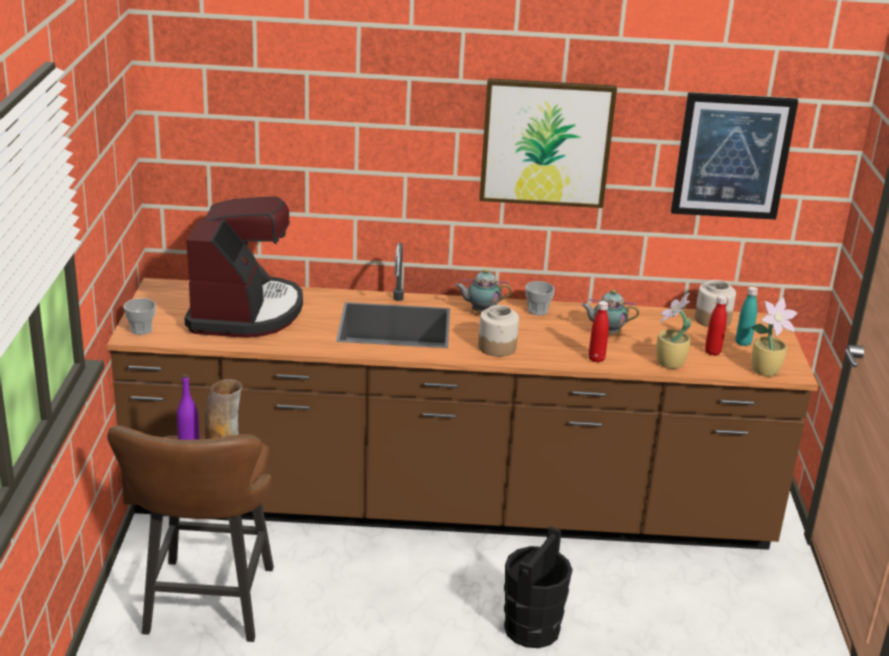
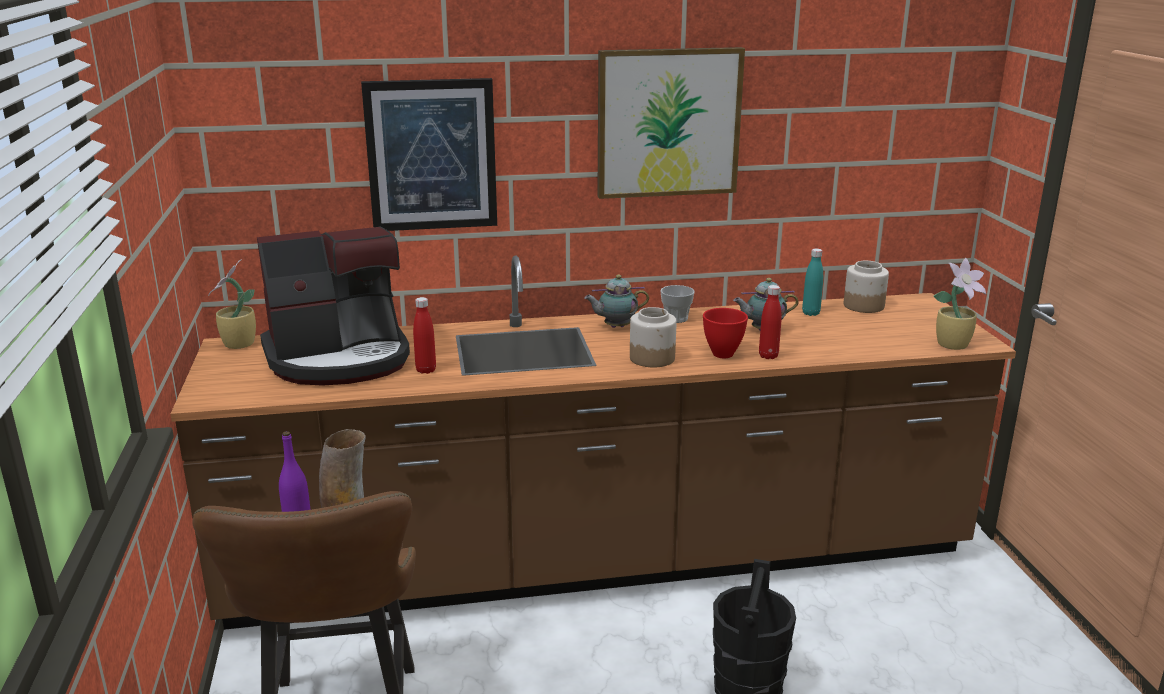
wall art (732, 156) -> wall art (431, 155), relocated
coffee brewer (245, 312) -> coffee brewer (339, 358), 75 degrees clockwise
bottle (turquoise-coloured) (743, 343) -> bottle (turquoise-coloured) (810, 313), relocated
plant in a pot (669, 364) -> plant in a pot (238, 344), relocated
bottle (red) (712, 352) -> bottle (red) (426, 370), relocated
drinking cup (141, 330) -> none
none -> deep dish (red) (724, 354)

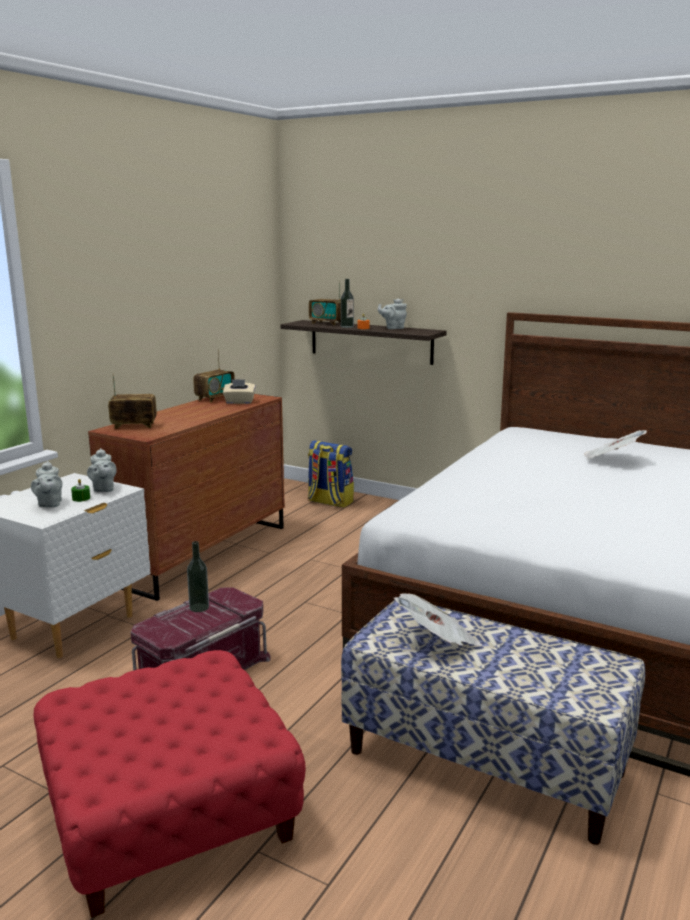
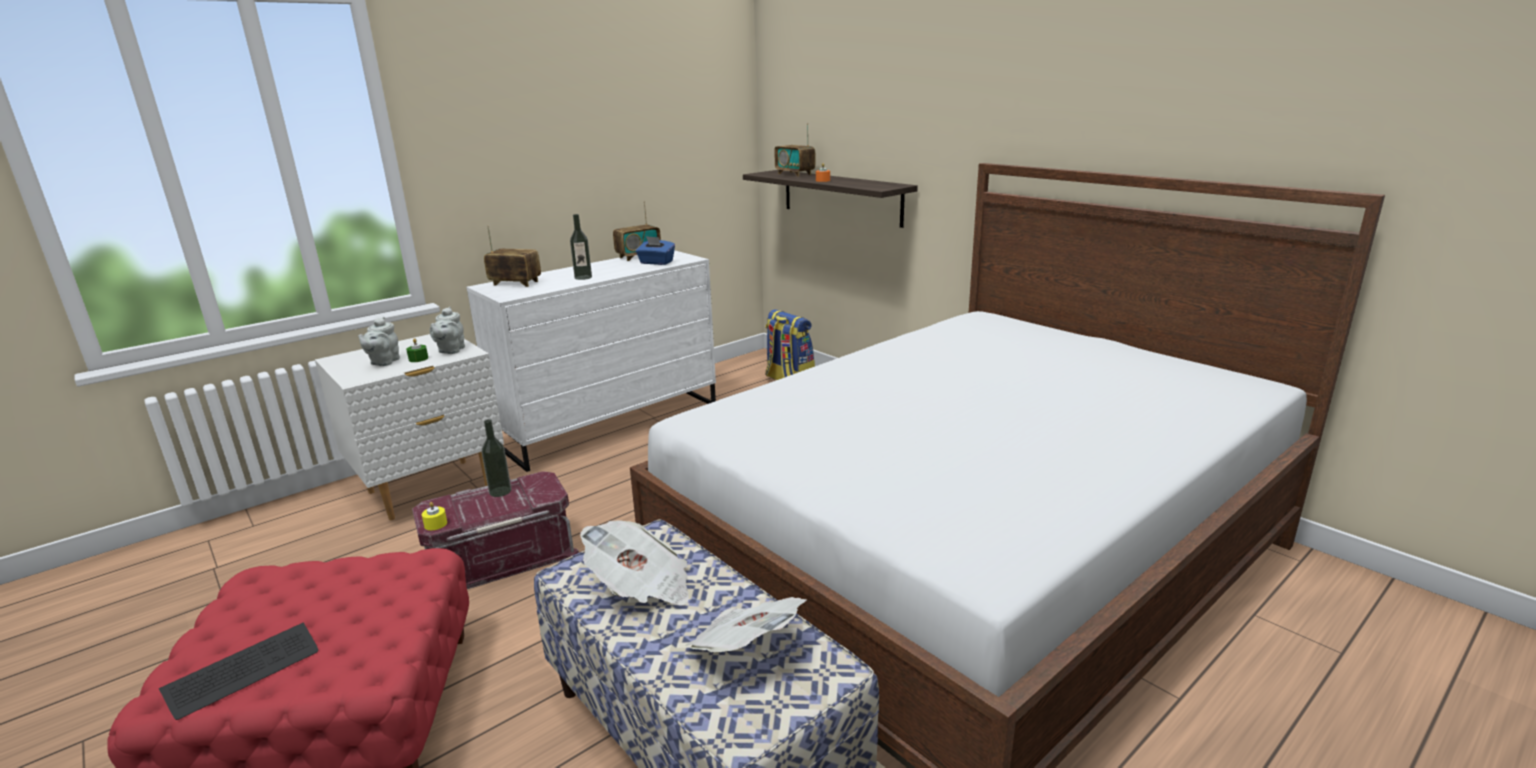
bottle (347, 327) -> bottle (583, 277), relocated
teapot (greyish) (393, 328) -> none
box of tissues (sand-coloured) (239, 402) -> box of tissues (blue) (656, 262)
drawer chest (brownish) (200, 553) -> drawer chest (white-coloured) (610, 424)
printed paper (611, 459) -> printed paper (746, 648), relocated
none -> candle (yellow-coloured) (435, 524)
none -> PC keyboard (243, 671)

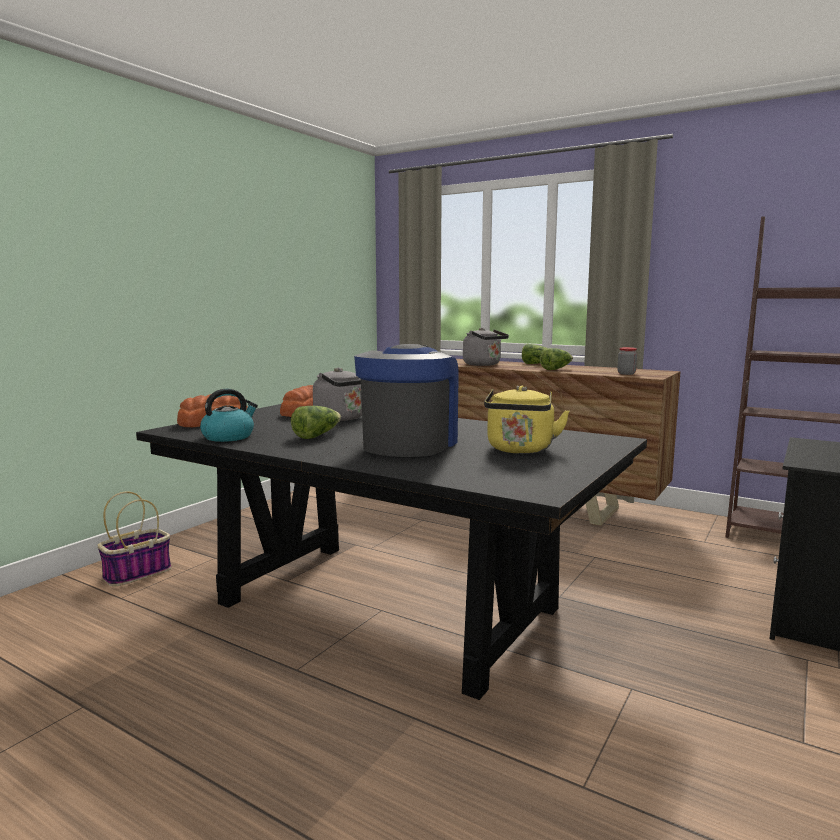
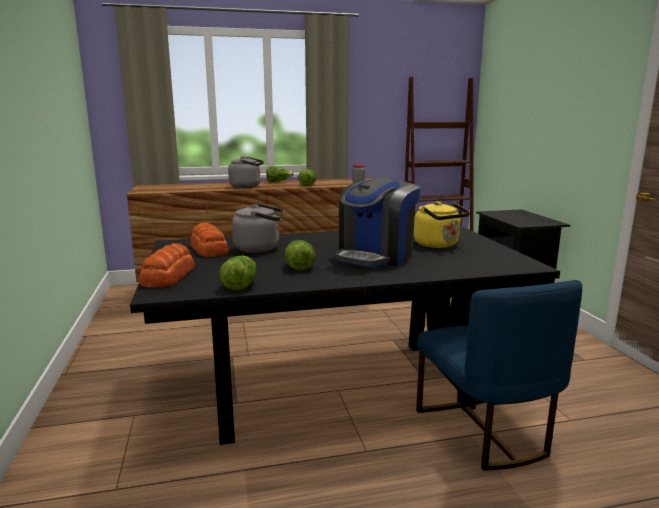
coffee brewer (409, 444) -> coffee brewer (375, 256), 120 degrees counterclockwise
tea kettle (229, 437) -> head of lettuce (240, 284)
storage basket (138, 573) -> none
none -> chair (blue) (485, 431)

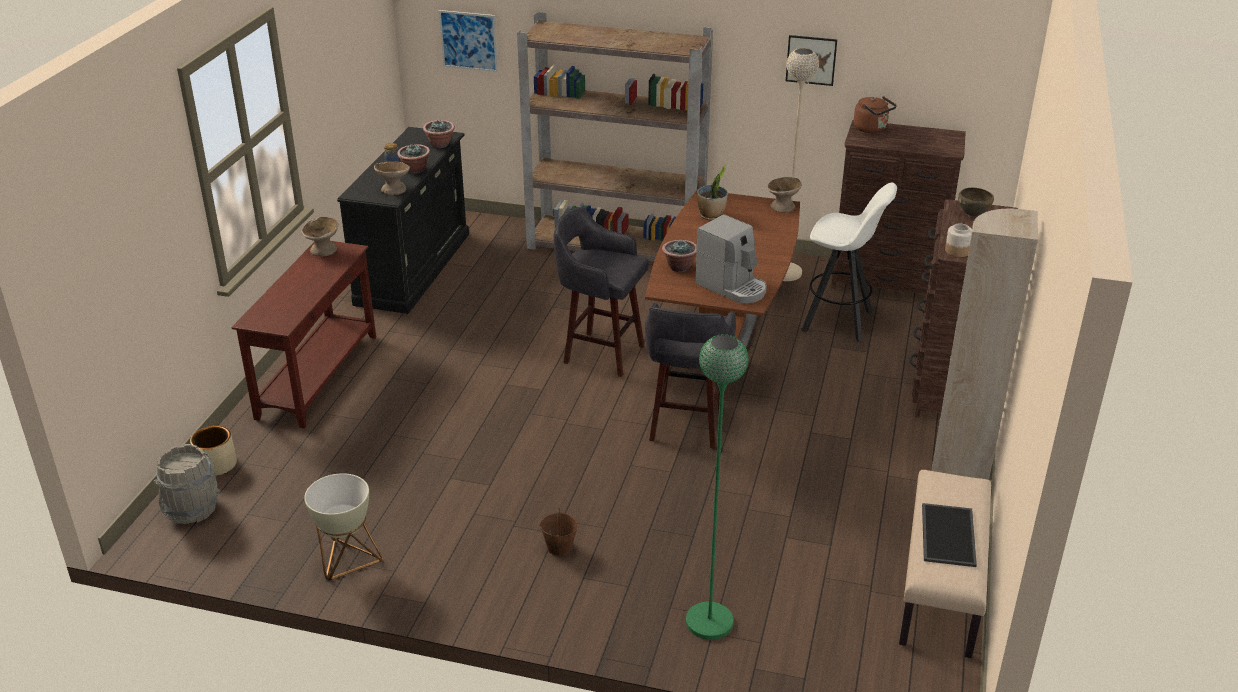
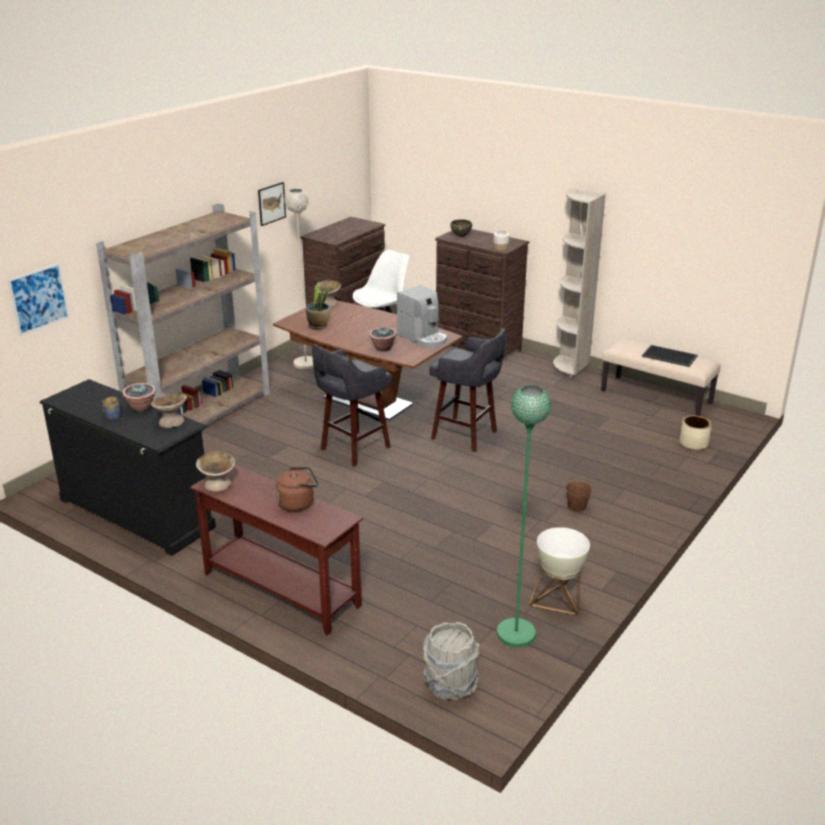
tea kettle (brownish) (872, 129) -> tea kettle (brownish) (298, 503), relocated
plant in a pot (440, 144) -> none
coffee brewer (732, 287) -> coffee brewer (423, 338), 75 degrees clockwise
standard lamp (green-coloured) (708, 622) -> standard lamp (green-coloured) (515, 634), relocated
planter (sand-coloured) (216, 465) -> planter (sand-coloured) (693, 444), relocated

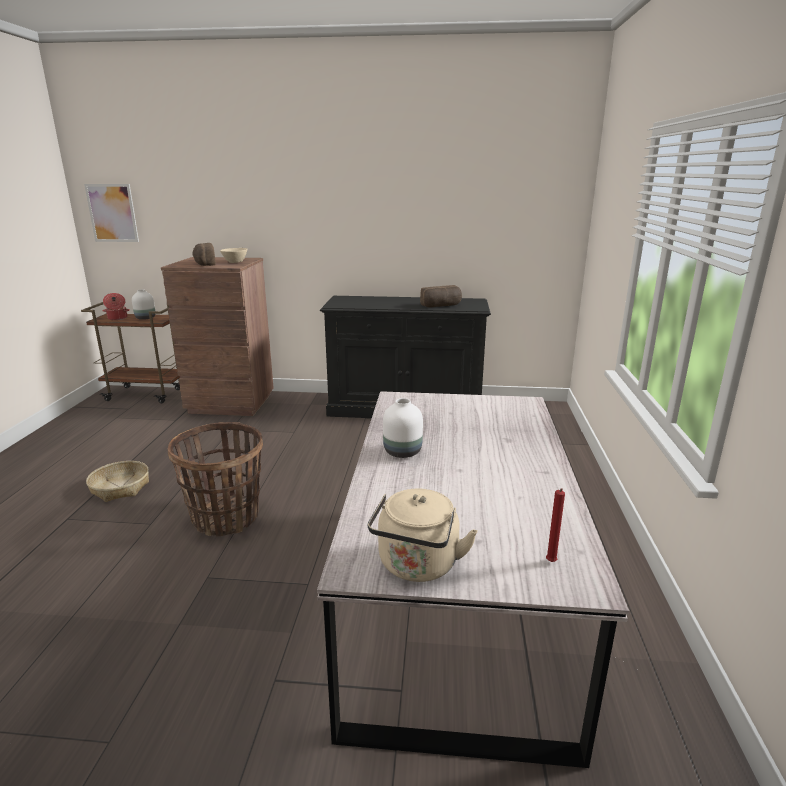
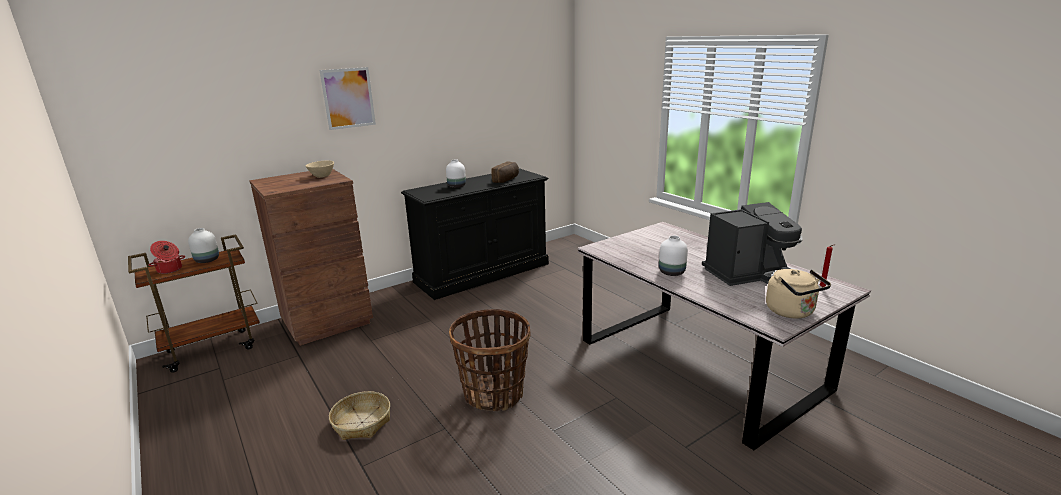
wall art (112, 213) -> wall art (348, 98), relocated
bakery bread (204, 263) -> none
none -> decorative vase (white-coloured) (456, 186)
none -> coffee brewer (749, 274)

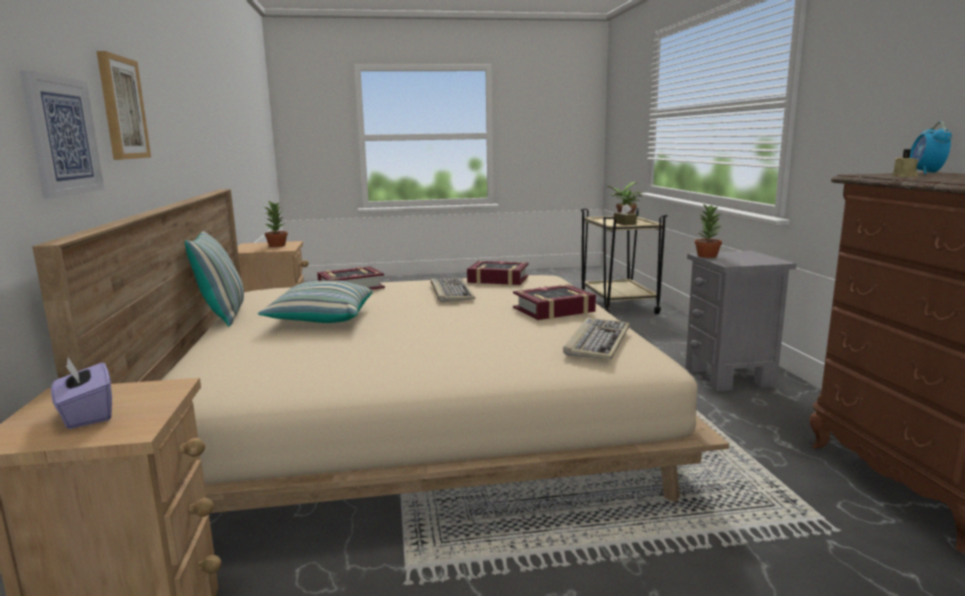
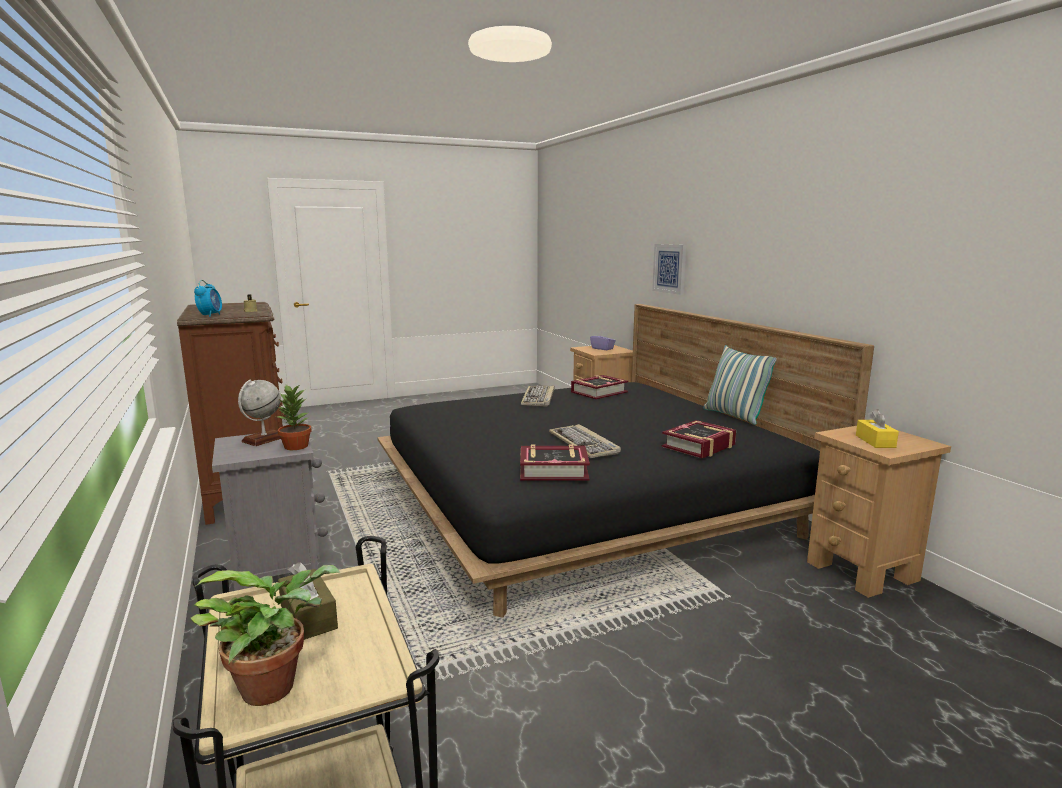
wall art (121, 108) -> none
sleeping bed (sand-coloured) (418, 418) -> sleeping bed (blackish) (583, 503)
plant in a pot (277, 245) -> box of tissues (yellow-coloured) (875, 441)
cushion (321, 319) -> none
book (554, 310) -> book (598, 392), relocated
PC keyboard (597, 341) -> PC keyboard (539, 398), relocated
none -> globe (264, 439)

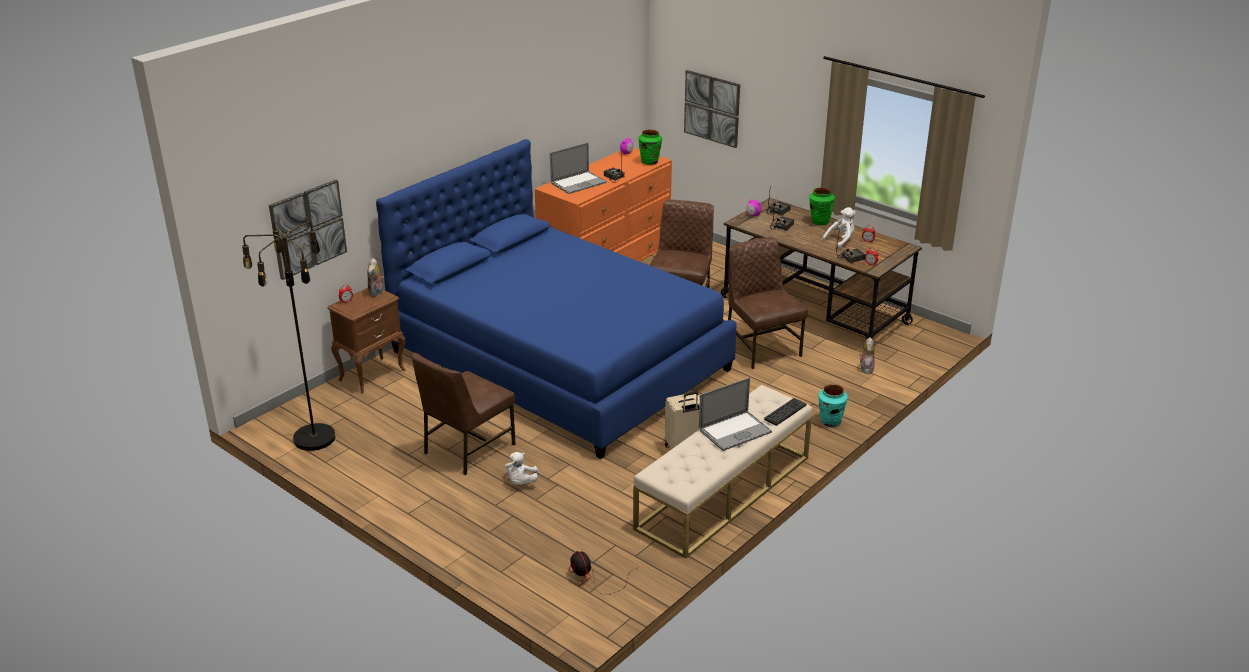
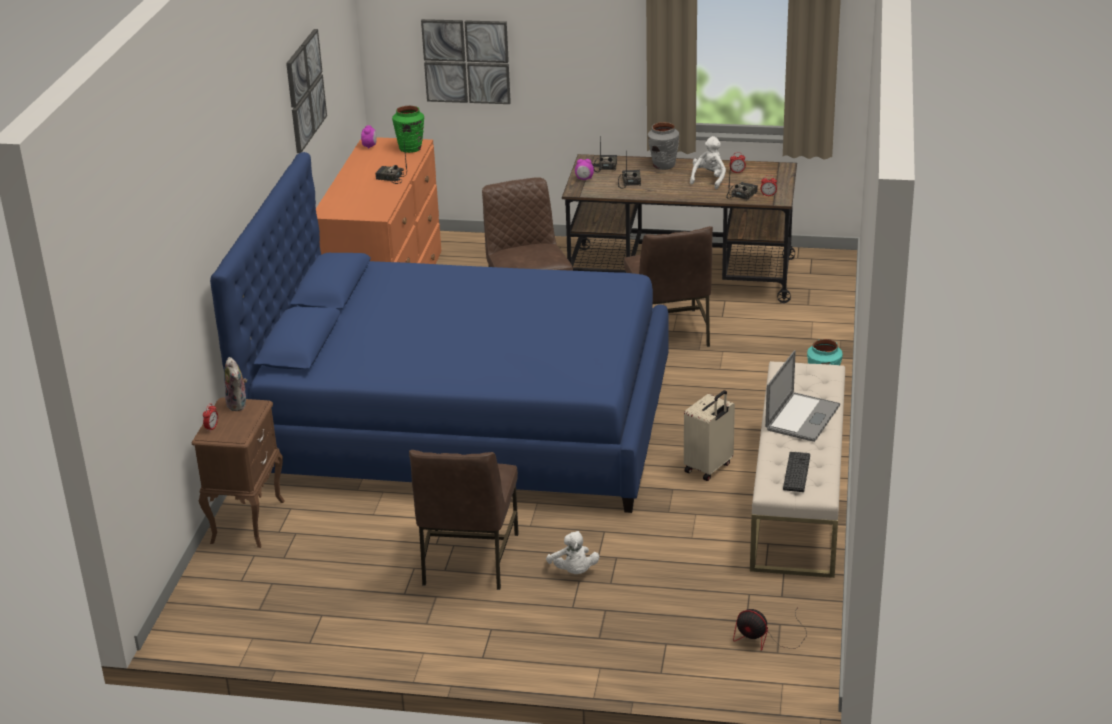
portable computer (578, 183) -> none
wall art (308, 228) -> wall art (305, 90), relocated
decorative vase (green-coloured) (820, 222) -> decorative vase (greyish) (663, 165)
standard lamp (313, 438) -> none
chair (brownish) (761, 347) -> chair (brownish) (669, 332), 135 degrees counterclockwise
plush toy (865, 369) -> none
PC keyboard (785, 412) -> PC keyboard (796, 472), relocated

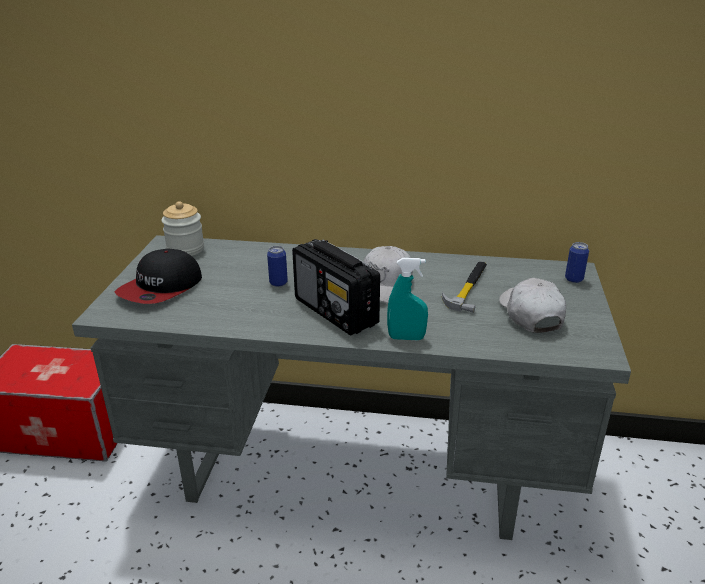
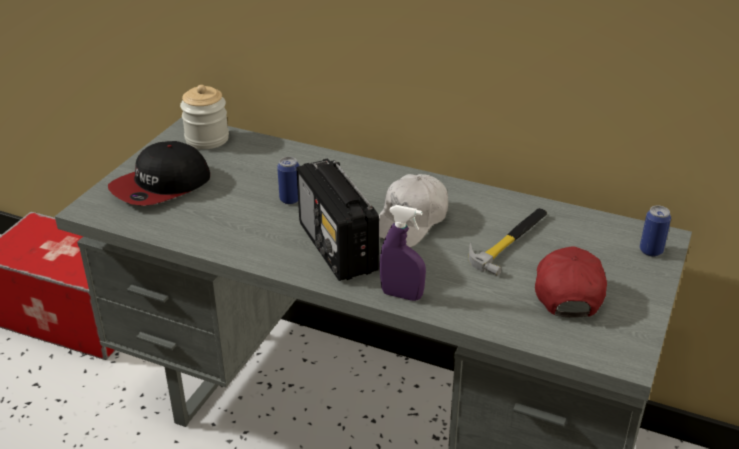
spray bottle (turquoise-coloured) (406, 338) -> spray bottle (purple) (401, 295)
baseball cap (white-coloured) (530, 314) -> baseball cap (red) (567, 290)

